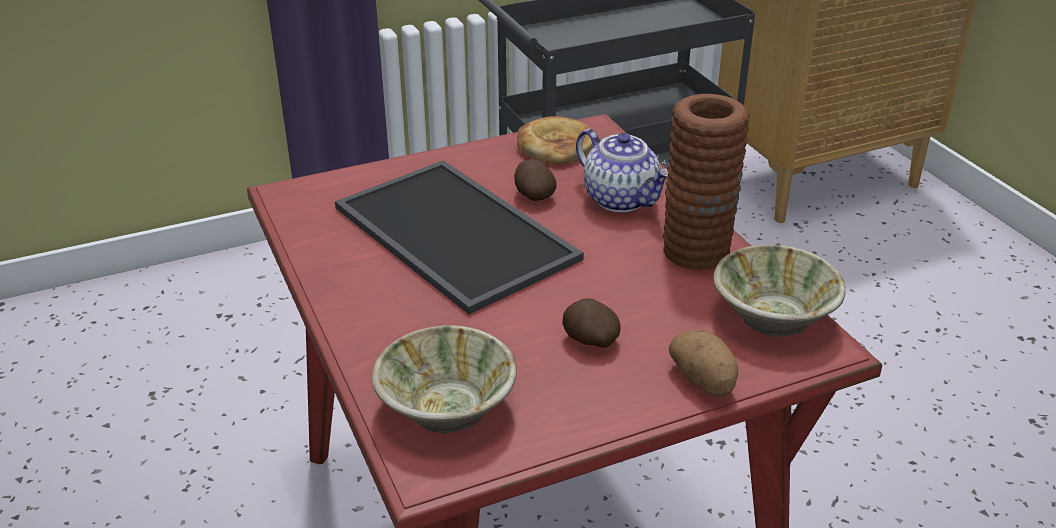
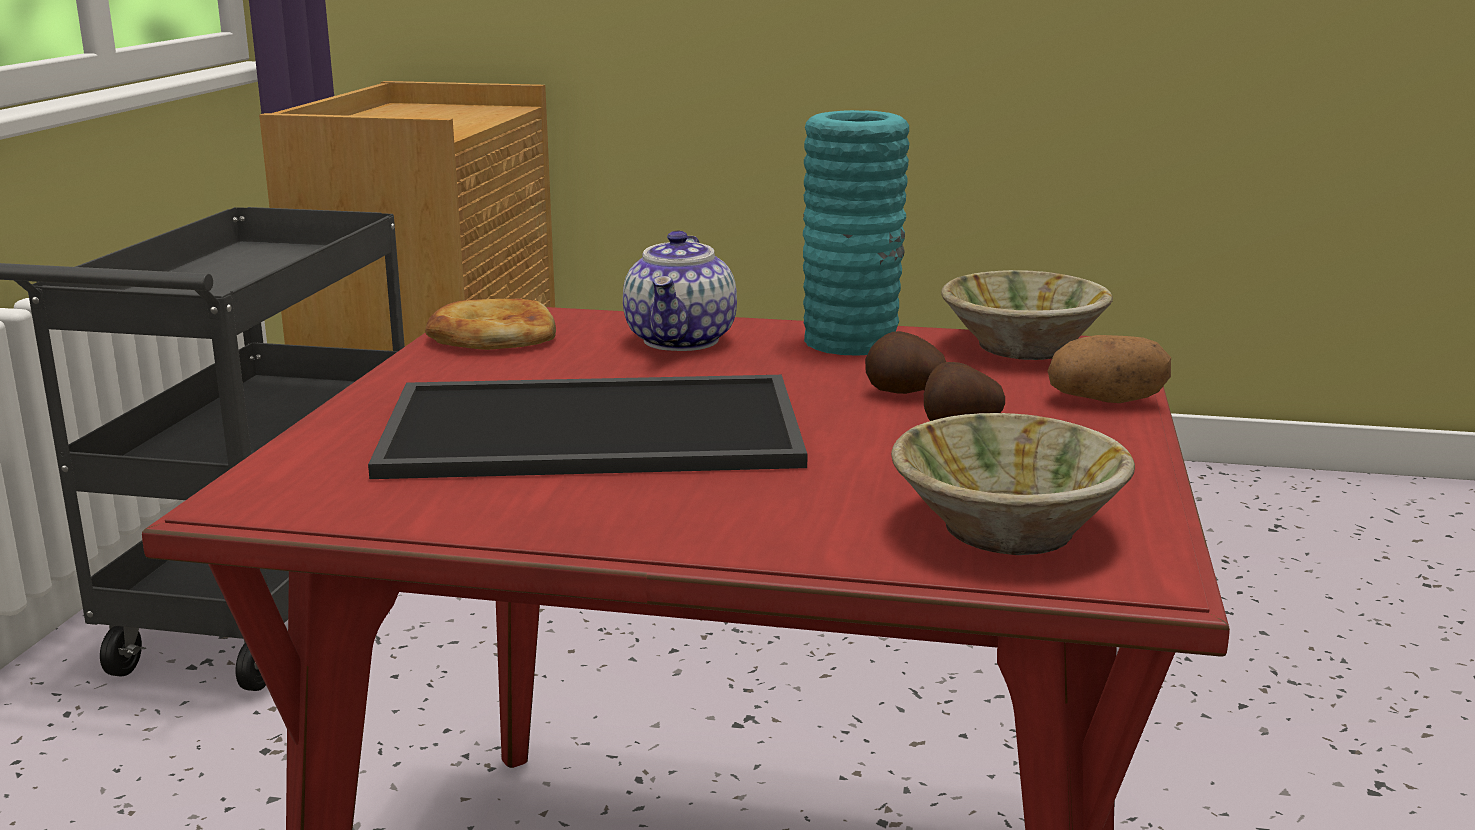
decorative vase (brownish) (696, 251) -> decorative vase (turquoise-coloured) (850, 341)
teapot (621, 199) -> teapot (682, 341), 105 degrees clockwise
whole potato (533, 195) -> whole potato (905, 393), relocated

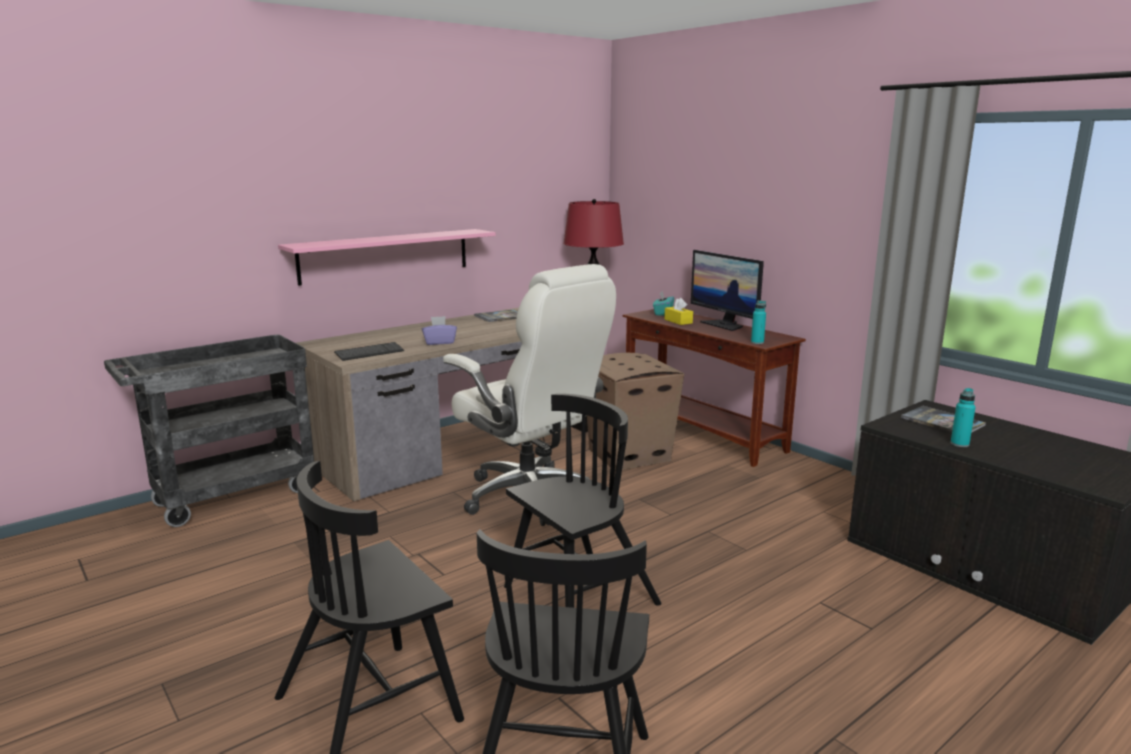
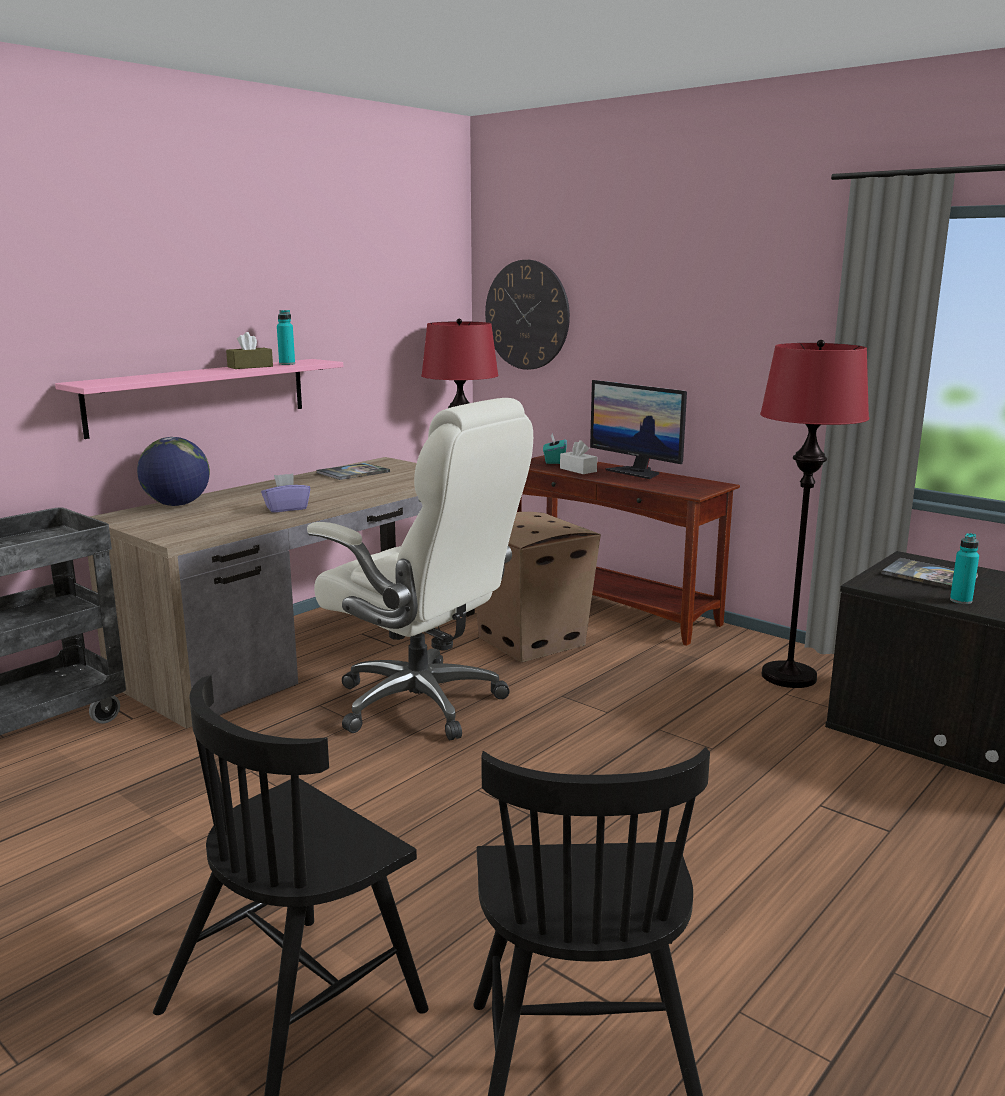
box of tissues (yellow-coloured) (678, 321) -> box of tissues (white-coloured) (578, 470)
bottle (turquoise-coloured) (757, 342) -> bottle (turquoise-coloured) (287, 364), relocated
PC keyboard (369, 353) -> none
chair (blackish) (574, 598) -> none
none -> clock on the wall (527, 315)
none -> box of tissues (brownish) (250, 367)
none -> standard lamp (red) (789, 676)
none -> globe (177, 504)

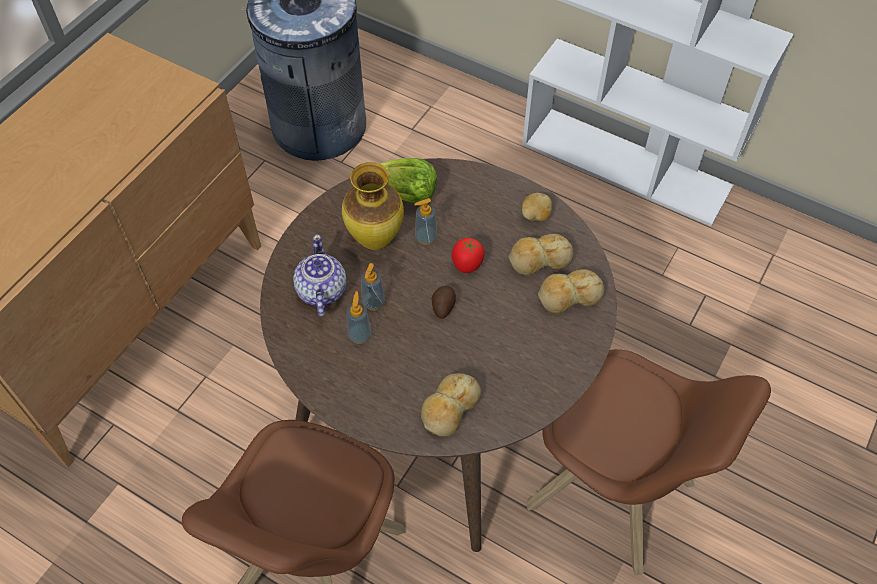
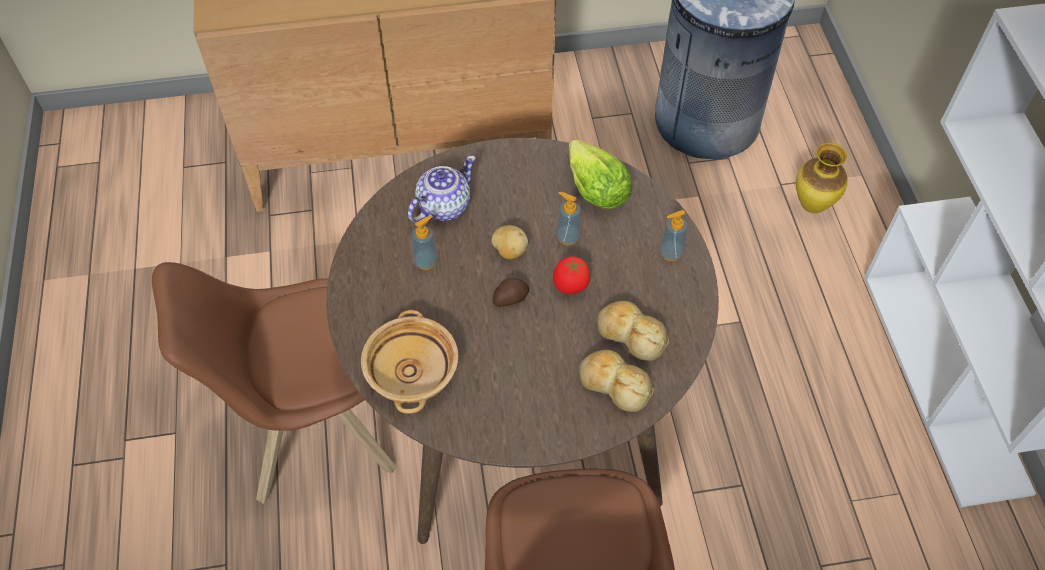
decorative vase (374, 241) -> decorative vase (811, 205), relocated
whole potato (535, 216) -> whole potato (509, 251), relocated
soap dispenser (373, 303) -> soap dispenser (671, 253), relocated
bakery bread (449, 409) -> deep dish (sand-coloured) (413, 373)

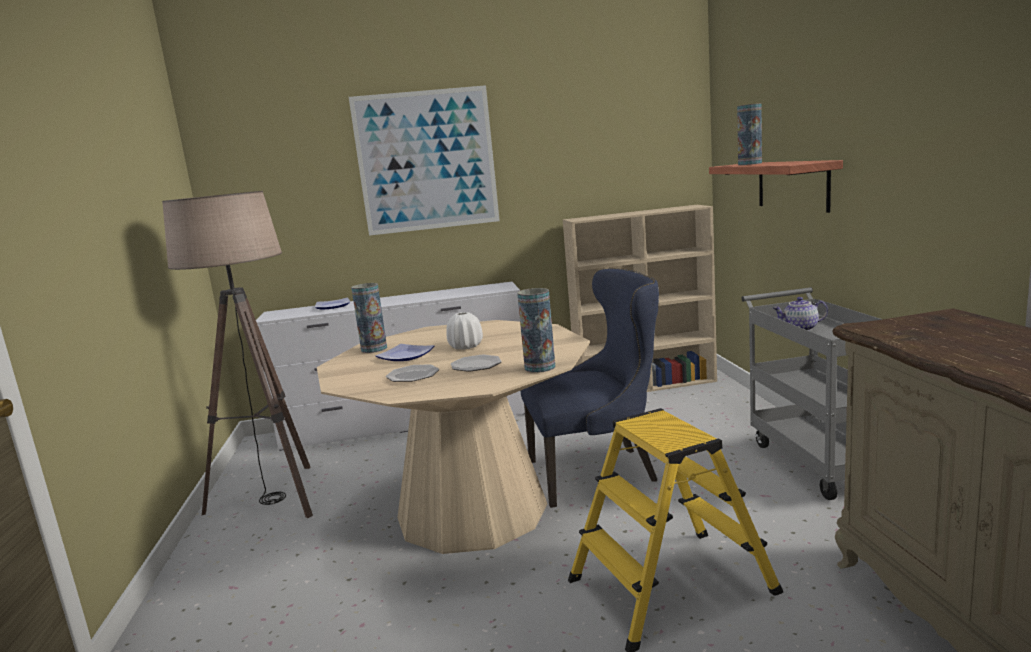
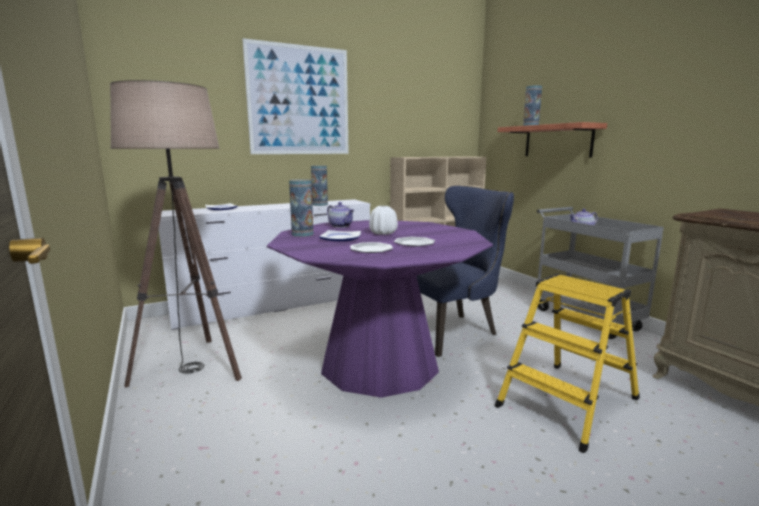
decorative vase (540, 367) -> decorative vase (320, 205), relocated
kitchen table (sand-coloured) (472, 510) -> kitchen table (purple) (379, 363)
none -> teapot (341, 226)

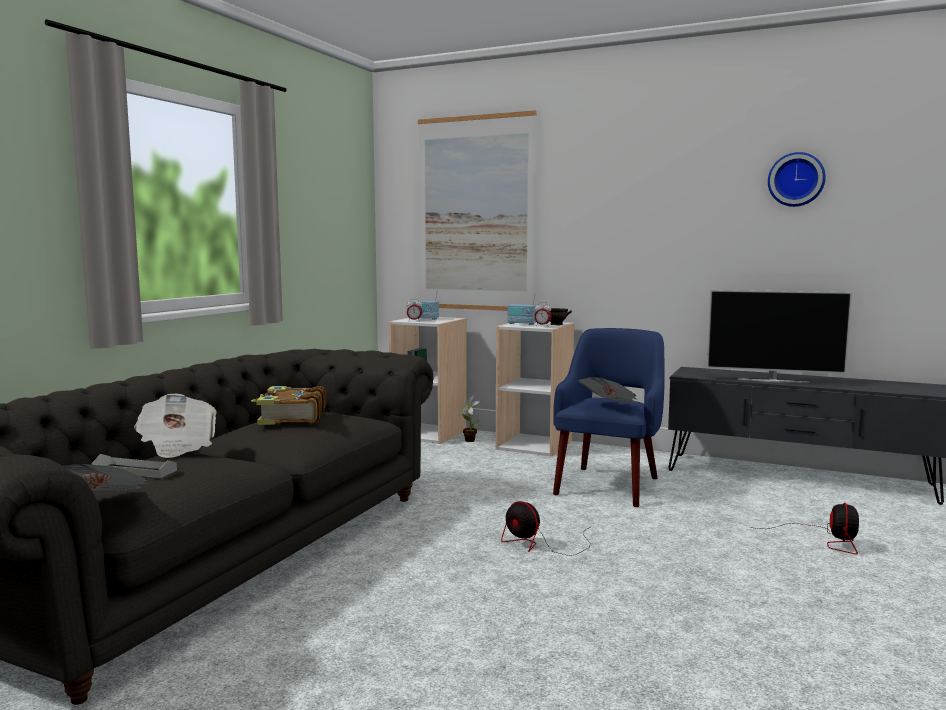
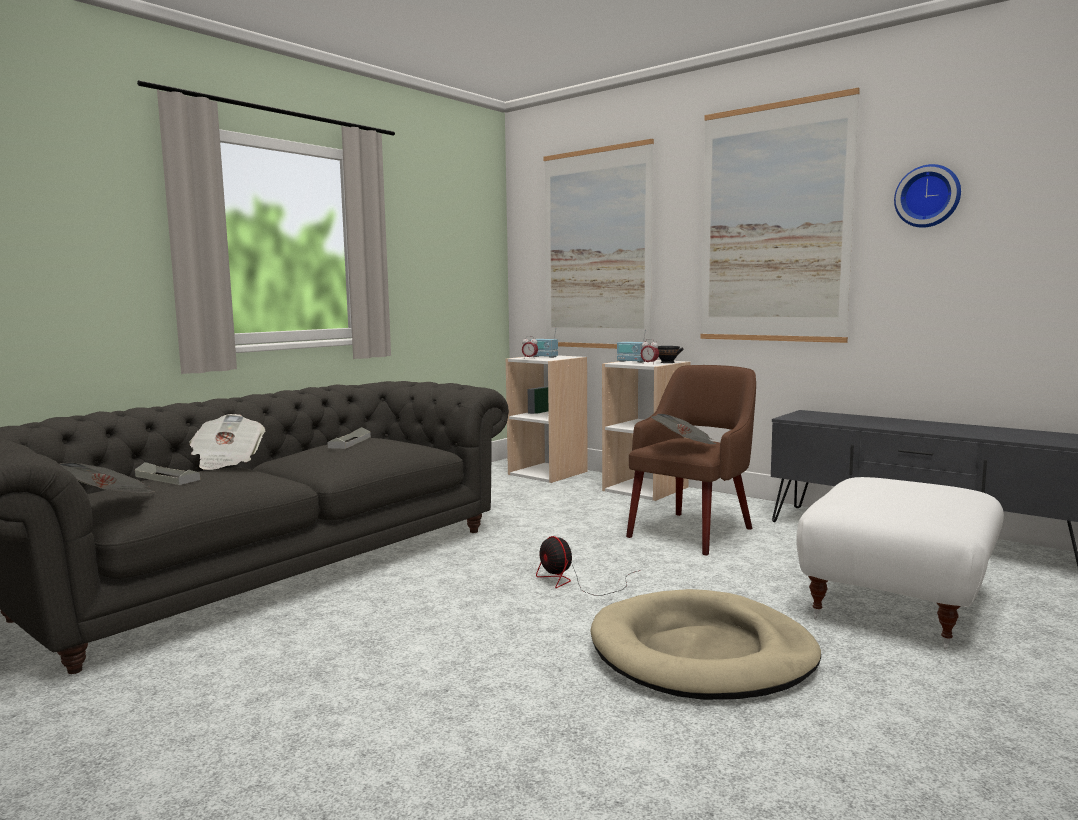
television (773, 381) -> none
armchair (blue) (608, 485) -> armchair (brownish) (692, 532)
book (291, 417) -> carrying tray (greyish) (350, 442)
plant in a pot (469, 440) -> none
electric fan (825, 540) -> ottoman (white-coloured) (898, 606)
none -> wall art (773, 224)
none -> pet bed (sand-coloured) (702, 653)

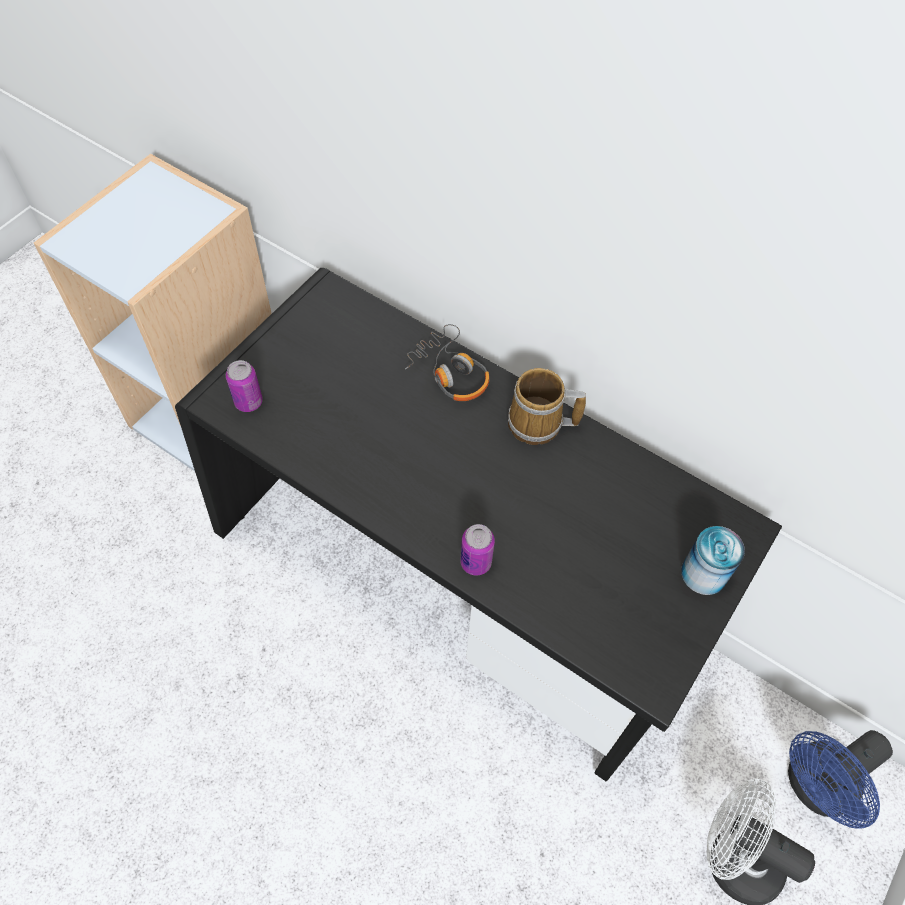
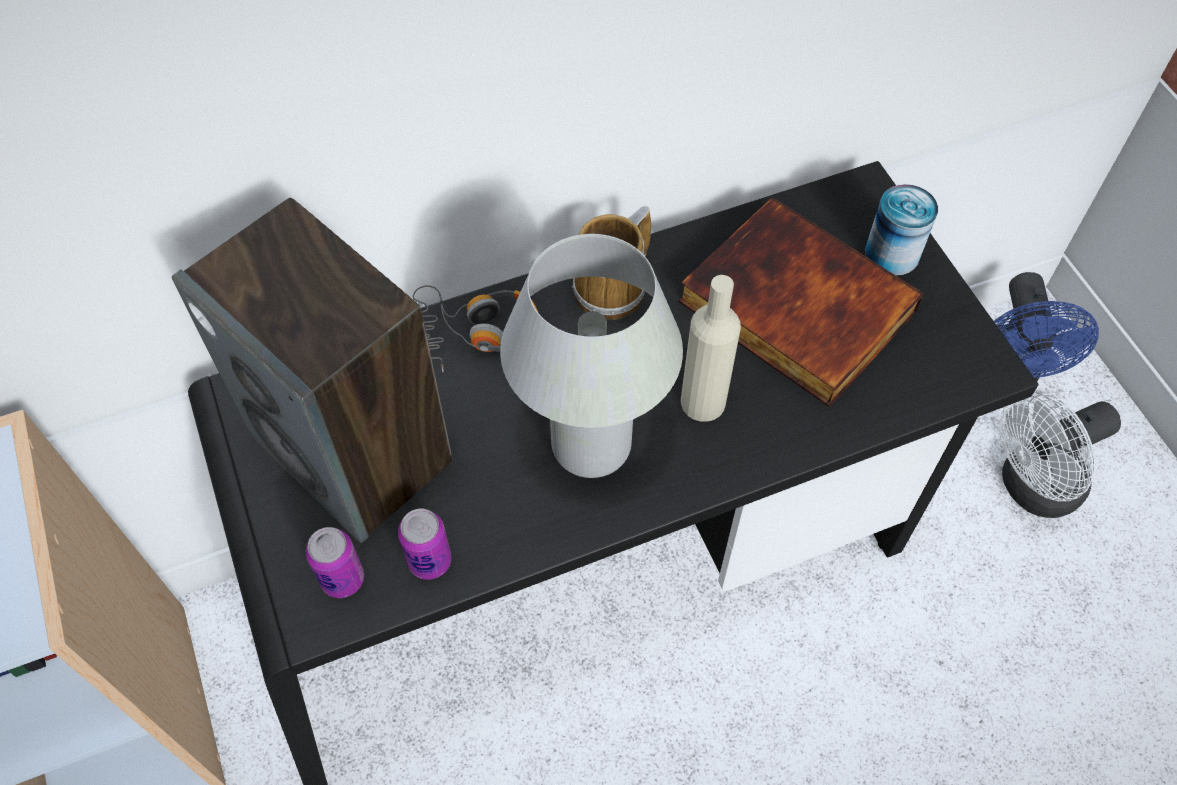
sealed can (475, 562) -> sealed can (429, 561), relocated
none -> book (793, 308)
none -> audio speaker (354, 450)
none -> tabletop lamp (white-coloured) (591, 445)
none -> bottle (sand-coloured) (703, 402)

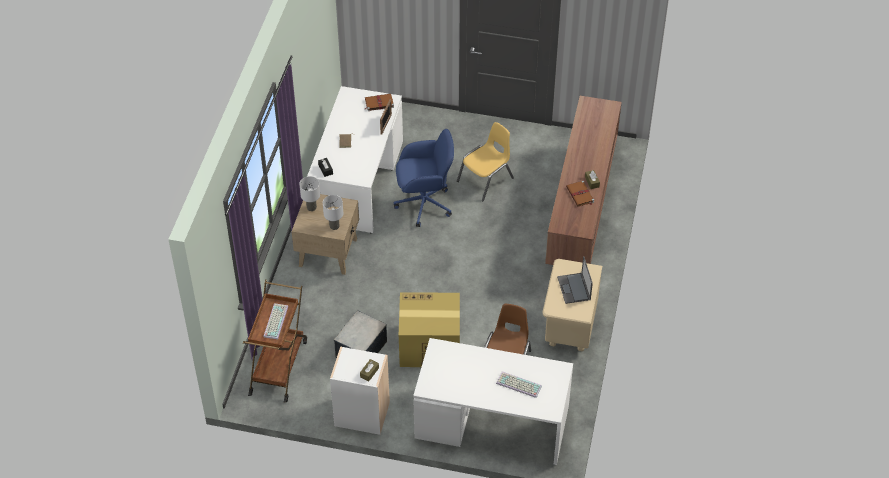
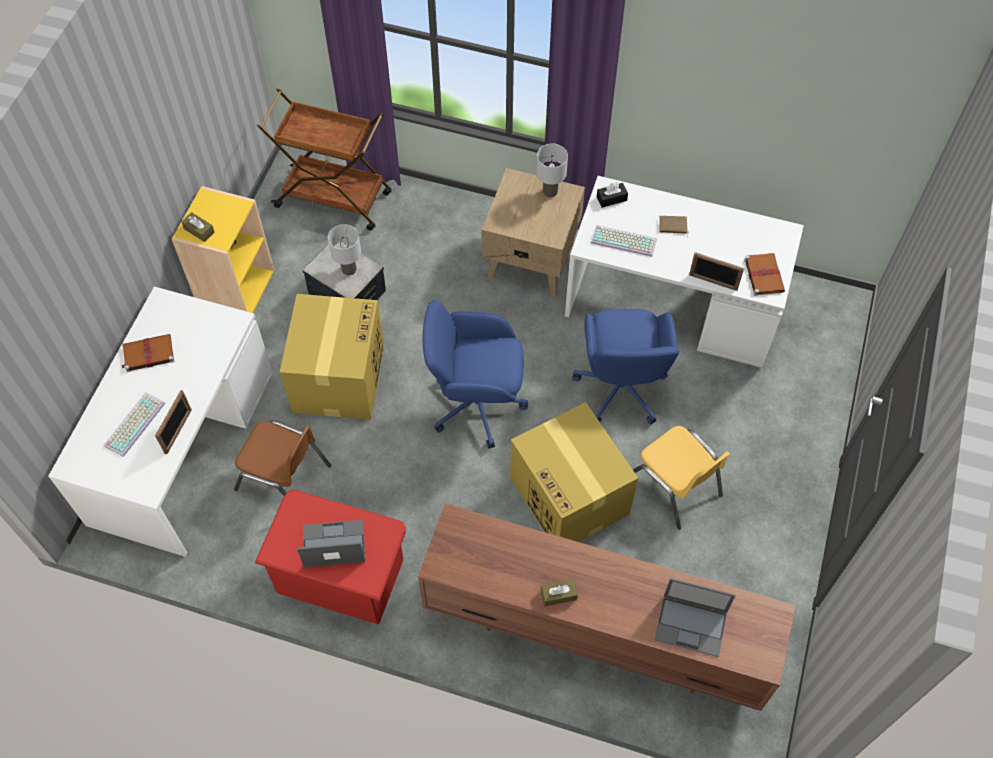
book (brownish) (580, 195) -> book (brownish) (147, 354), relocated
tabletop lamp (white-coloured) (335, 226) -> tabletop lamp (white-coloured) (349, 271), relocated
night table (sand-coloured) (568, 326) -> night table (red) (343, 578)
PC keyboard (275, 321) -> PC keyboard (624, 240), relocated
shelving unit (white-coloured) (361, 414) -> shelving unit (yellow-coloured) (236, 288)
none -> computer chair (blue) (476, 406)
none -> standing frame (178, 431)
none -> packing box (570, 496)
none -> portable computer (691, 625)

